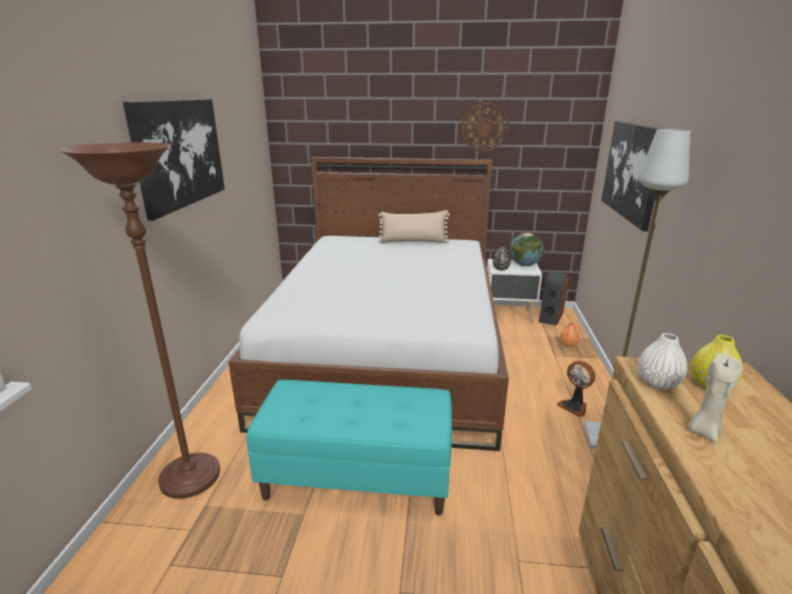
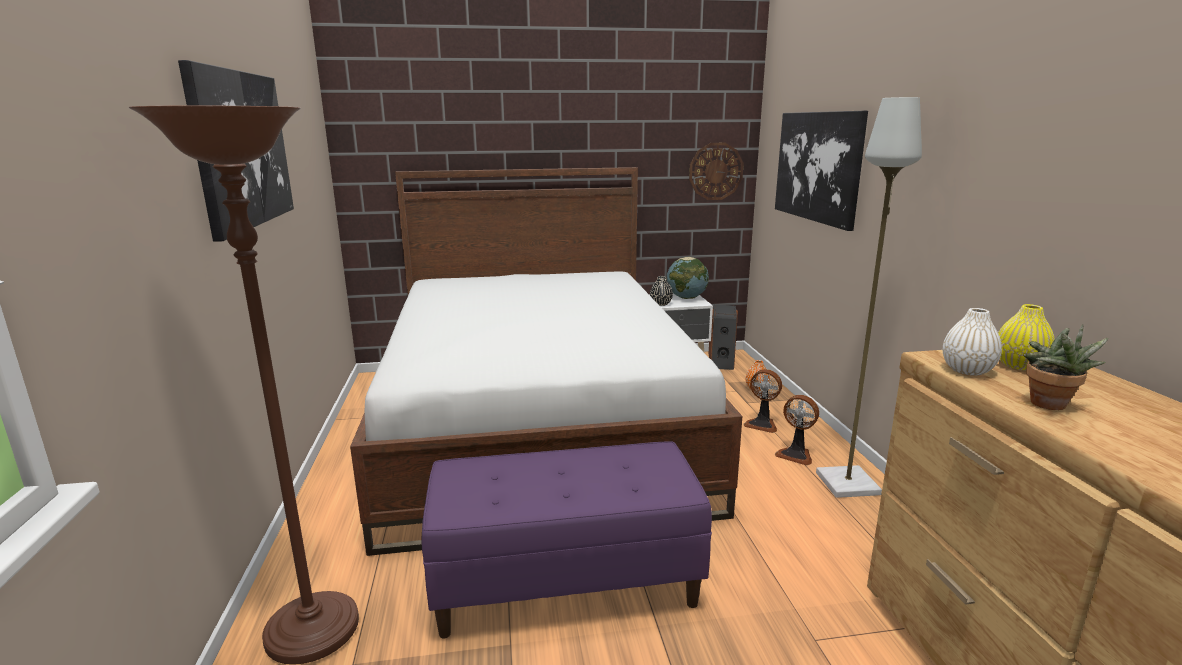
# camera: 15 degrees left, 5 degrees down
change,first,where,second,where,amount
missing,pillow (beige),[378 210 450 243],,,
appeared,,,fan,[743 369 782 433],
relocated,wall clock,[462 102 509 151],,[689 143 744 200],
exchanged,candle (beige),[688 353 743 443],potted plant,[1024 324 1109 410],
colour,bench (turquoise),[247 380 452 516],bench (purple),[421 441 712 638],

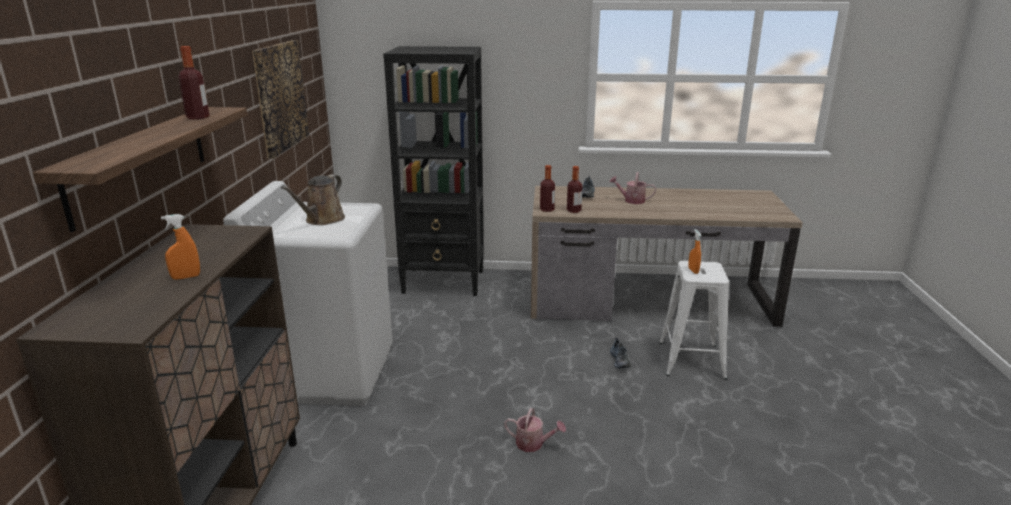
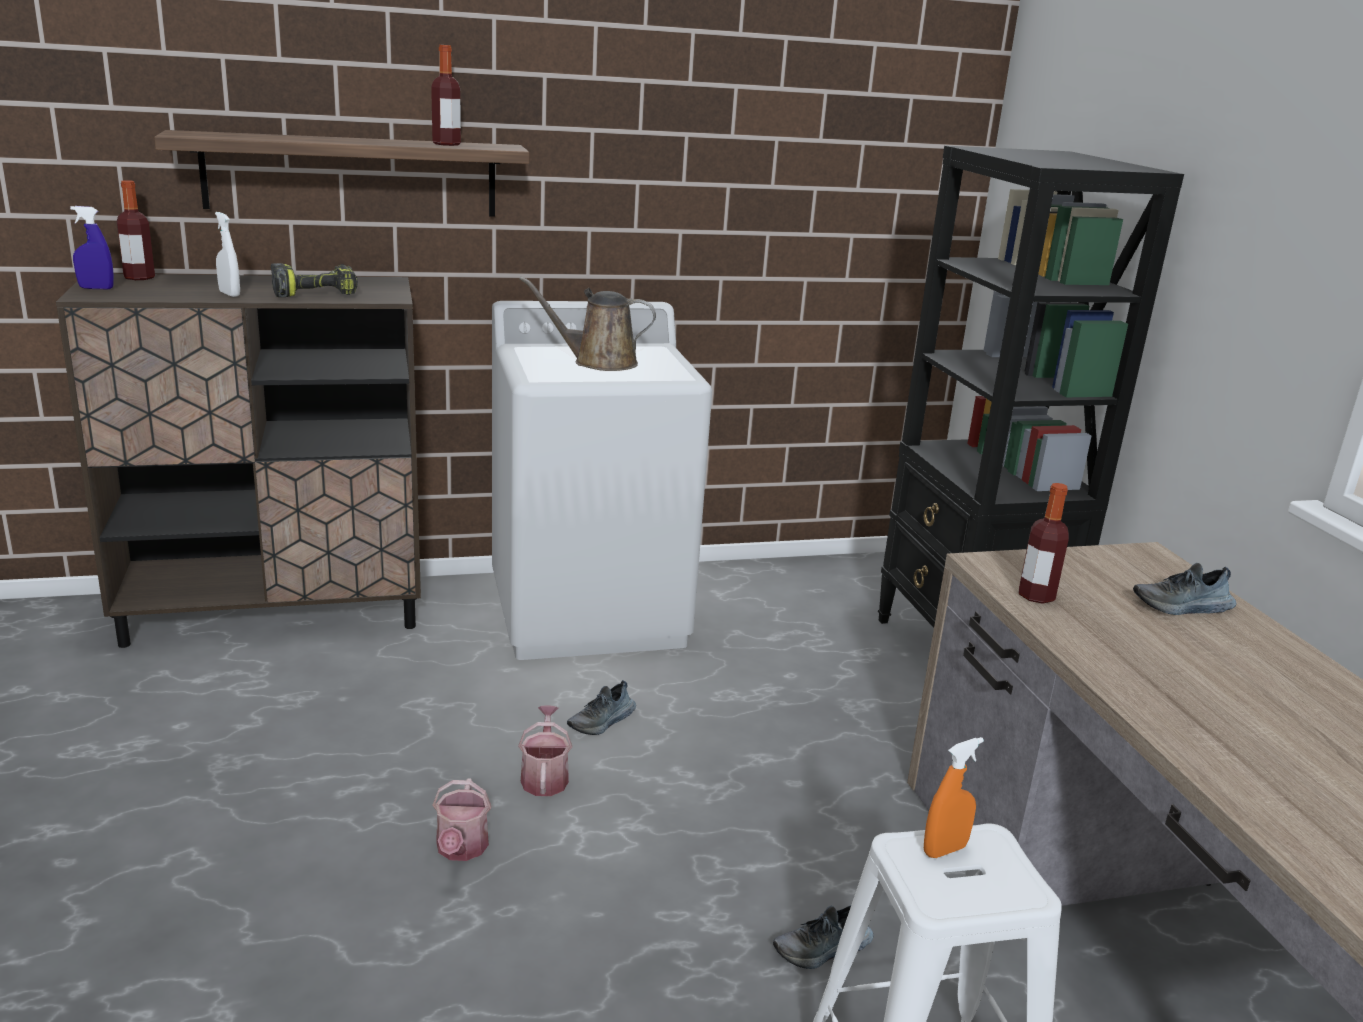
# camera: 70 degrees right, 0 degrees up
change,first,where,second,where,amount
missing,picture,[252 40 309 159],,,
appeared,,,spray bottle (blue),[70 206 114 289],
appeared,,,power drill,[271 263 358 297],
appeared,,,shoe,[567 680 636 735],
relocated,bottle,[540 165 555 212],,[117 180 155 280],
relocated,watering can,[609 172 656 204],,[518 705 572 796],
colour,spray bottle (orange),[161 214 200 280],spray bottle (white),[215 212 240 297],

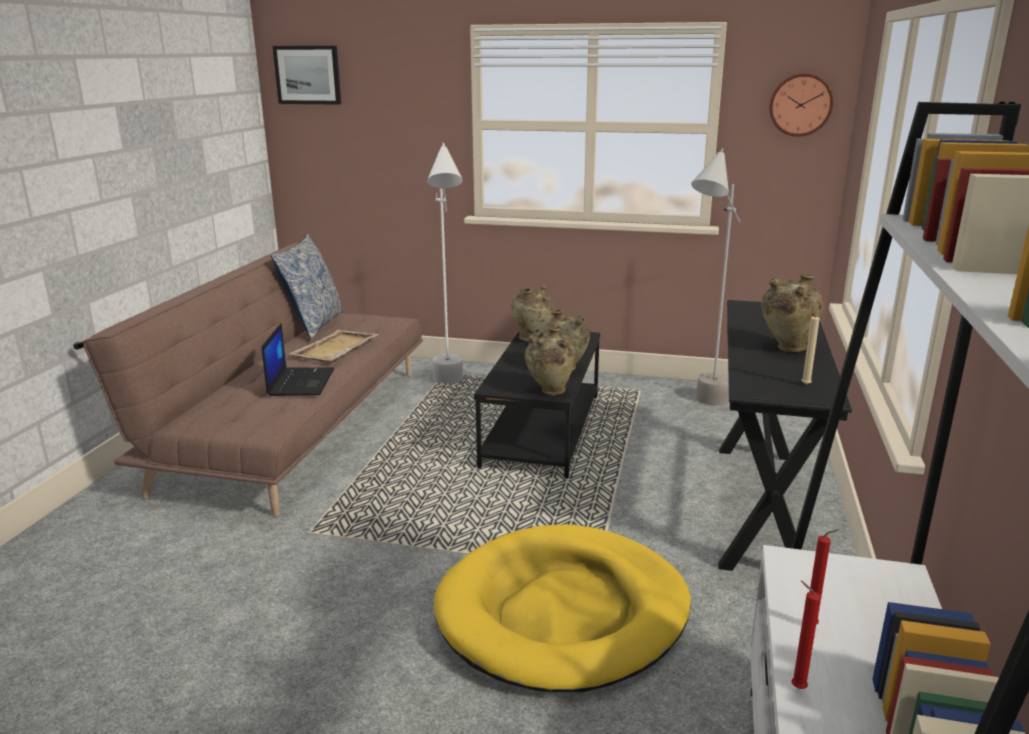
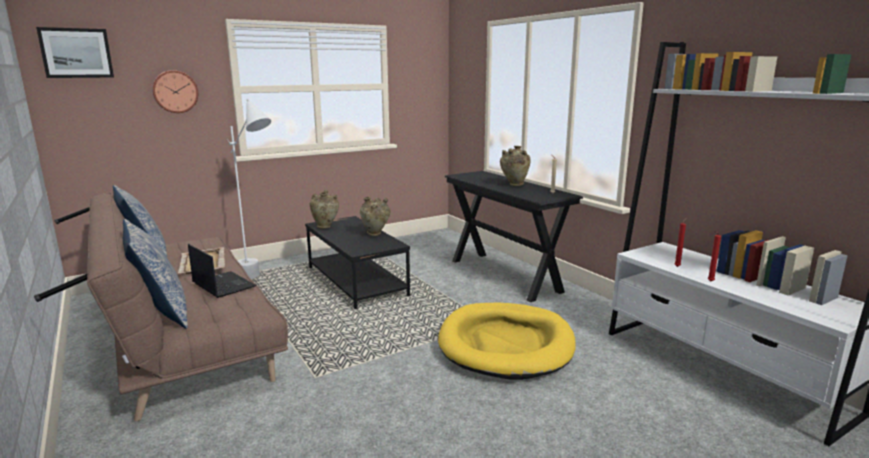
# camera: 45 degrees left, 5 degrees down
change,first,where,second,where,amount
missing,vase (beige),[524 327 575 395],,,
missing,floor lamp (grey),[691 148 740 406],,,
appeared,,,pillow,[123 219 188 329],
relocated,wall clock,[769 73 833 137],,[152 70 198 113],

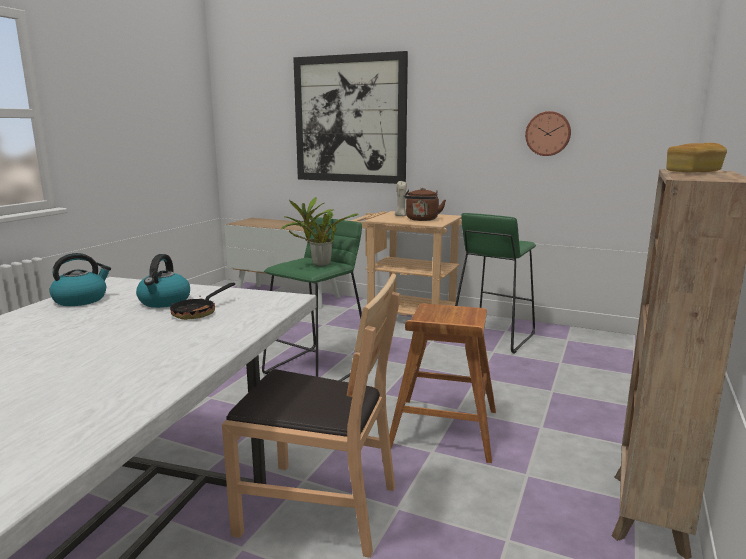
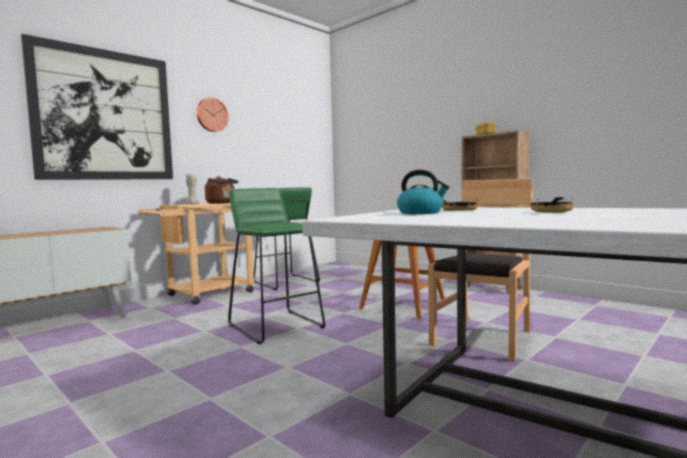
# camera: 70 degrees left, 10 degrees down
change,first,where,second,where,amount
missing,kettle,[49 253 111 306],,,
missing,potted plant,[281 197 359 266],,,
appeared,,,frying pan,[530 197 573 213],
relocated,wall clock,[525 111 571 156],,[197 98 229 132],

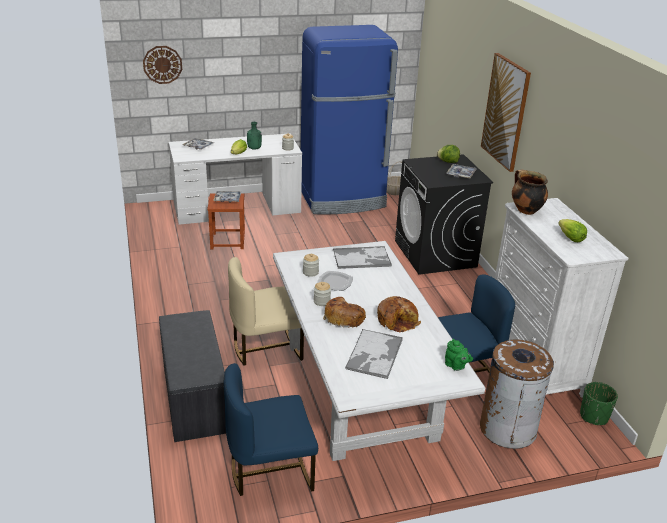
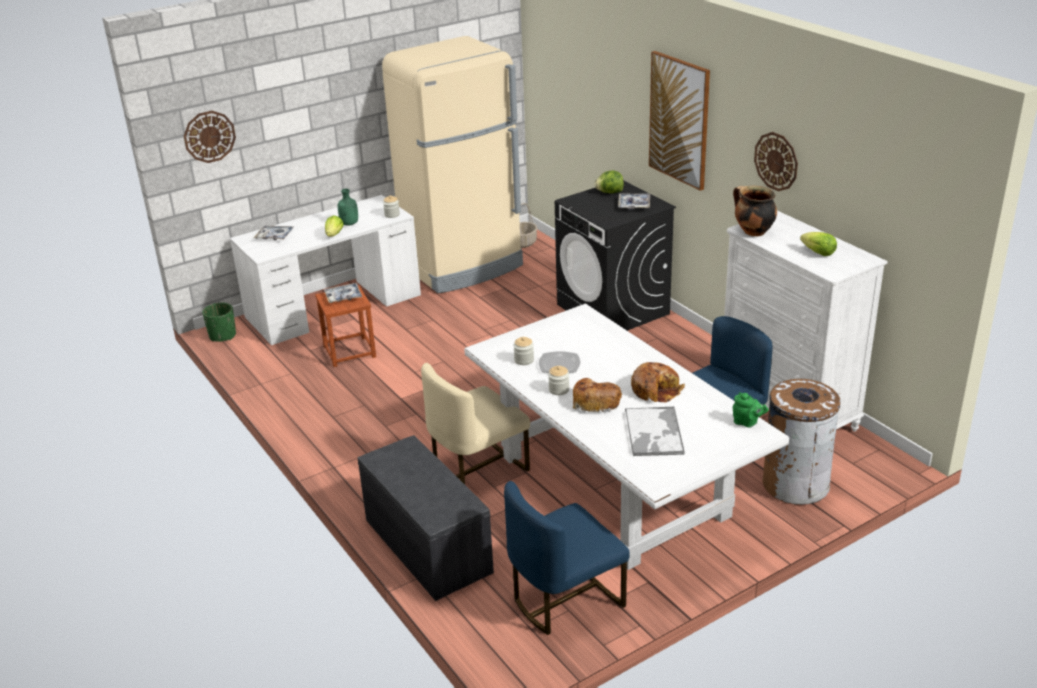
# camera: 15 degrees left, 0 degrees up
change,first,where,second,where,amount
missing,tray,[333 246 392 269],,,
appeared,,,wall clock,[754 132 798 191],
relocated,planter (green),[580 382 618 425],,[202 303 236 342],
colour,fridge (blue),[301 25 398 215],fridge (beige),[382 36 523 293],

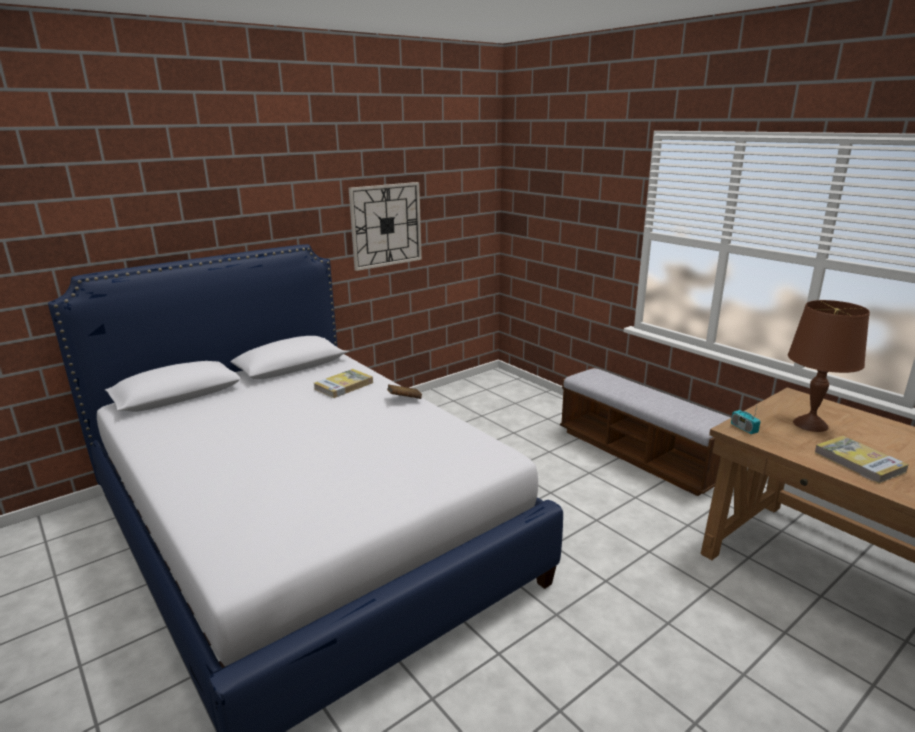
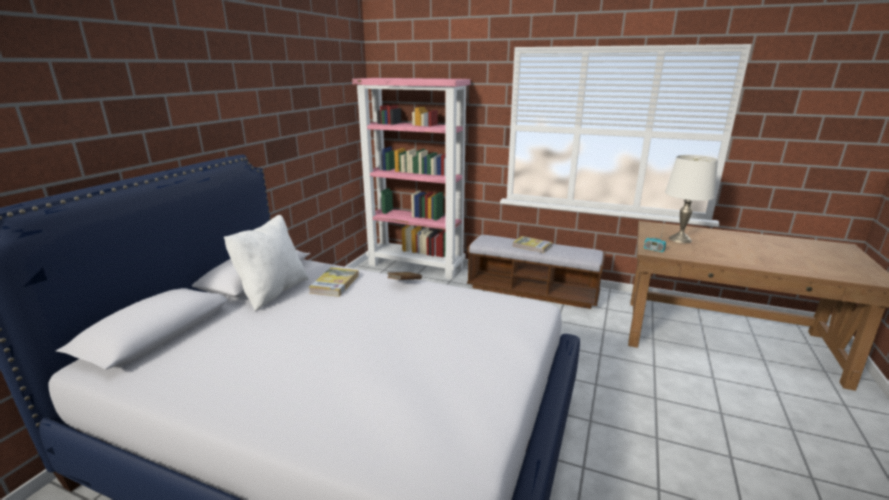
# camera: 30 degrees left, 0 degrees up
change,first,where,second,where,amount
missing,wall clock,[349 182 422 271],,,
appeared,,,pillow (white),[224 215 309 312],
appeared,,,bookcase (pink),[352 78 471 279],
relocated,book,[814 436 909 484],,[513 236 552 253],
colour,table lamp (brown),[788 300 870 432],table lamp (white),[665 155 718 243],

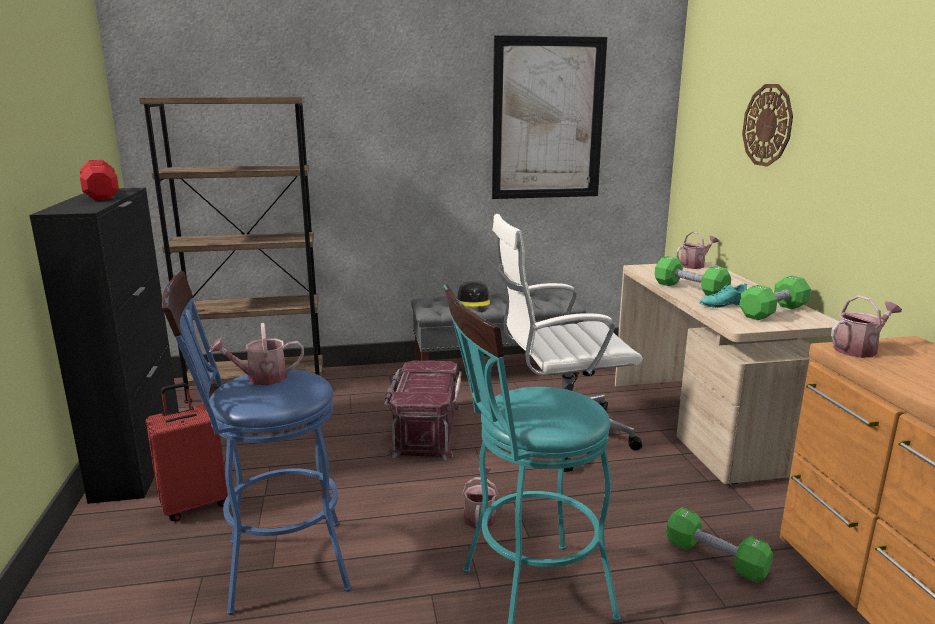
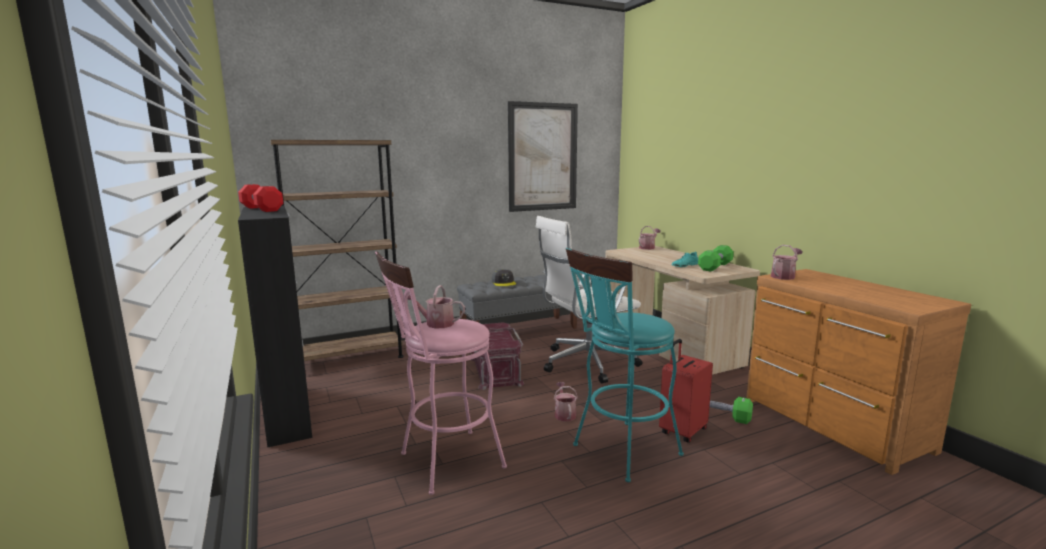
# camera: 15 degrees left, 5 degrees down
change,first,where,second,where,amount
missing,dumbbell (green),[655 256 731 296],,,
missing,wall clock,[742 84 793 167],,,
relocated,suitcase (red),[146 383 228 521],,[659 339 713 443],
colour,stool (blue),[162 271 351 615],stool (pink),[375 252 507 495],
spun,watering can,[209 323 304 385],,[408 285 465 329],45 degrees clockwise

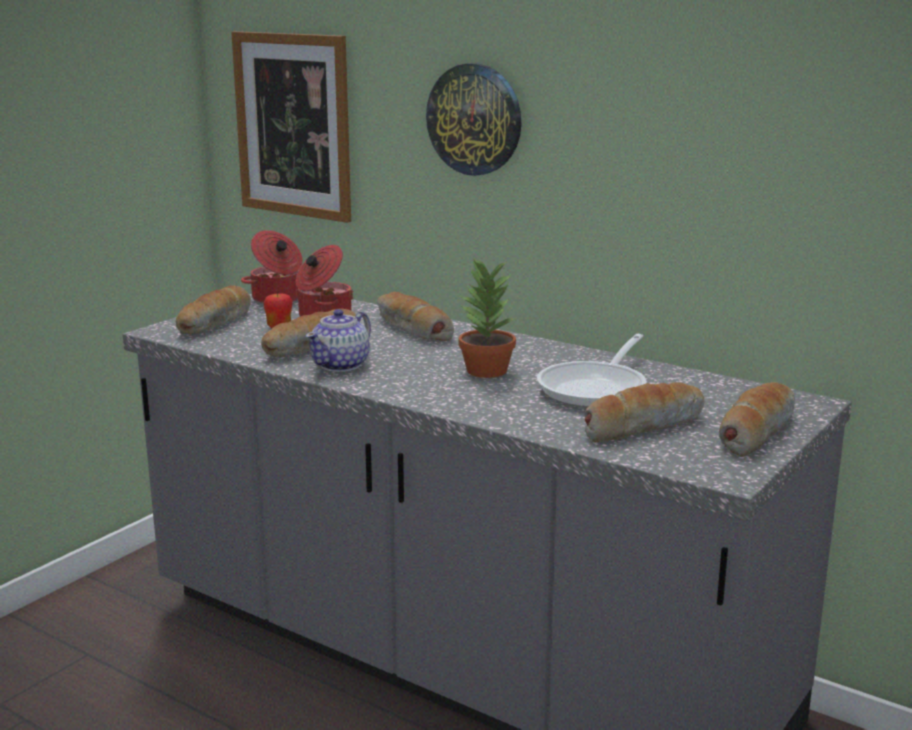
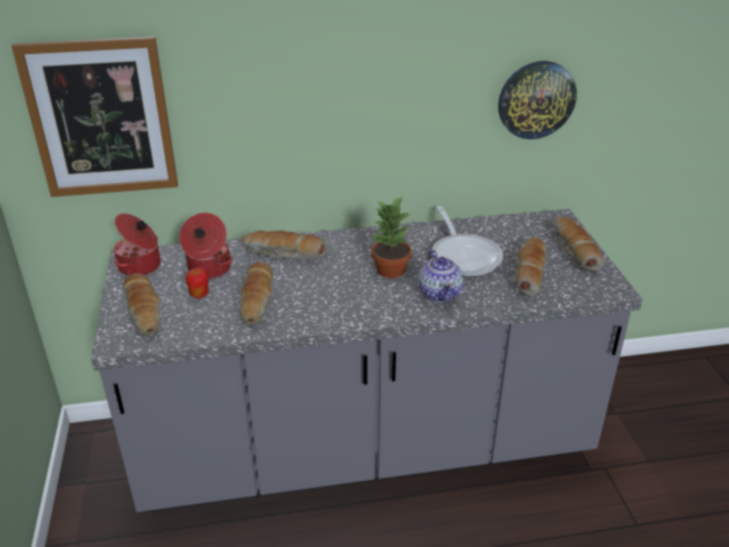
# camera: 45 degrees left, 15 degrees up
change,first,where,second,where,amount
relocated,teapot,[306 309 371 372],,[419 250 463 302],
relocated,wall clock,[426 63 522 176],,[498 61 577 139],

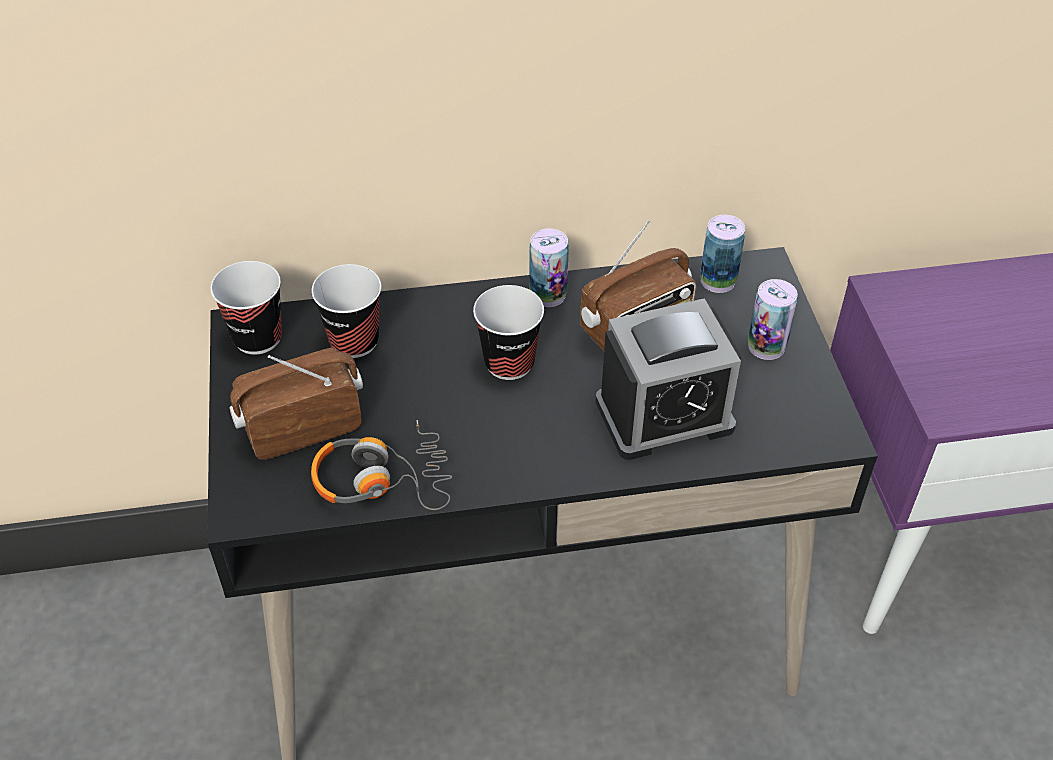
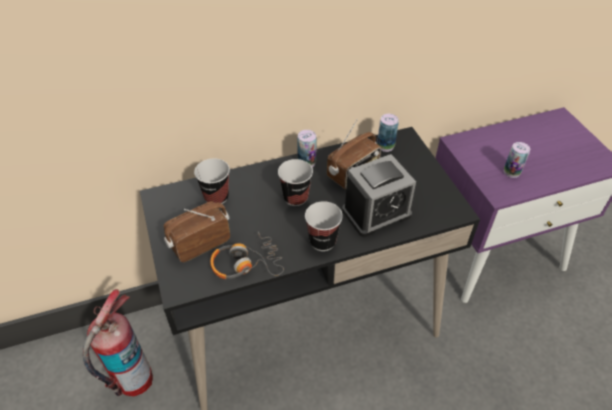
# camera: 10 degrees left, 0 degrees up
change,first,where,second,where,amount
appeared,,,fire extinguisher,[82 289 153 396],
relocated,cup,[210 261 282 354],,[305 201 343 251],
relocated,can,[748 279 798 360],,[504 142 530 178],

